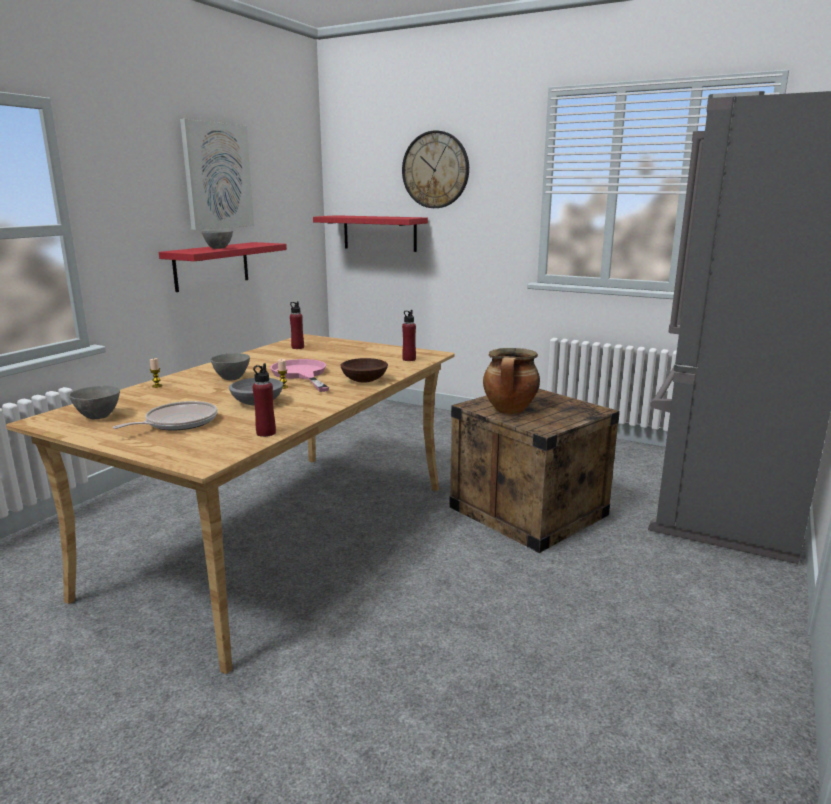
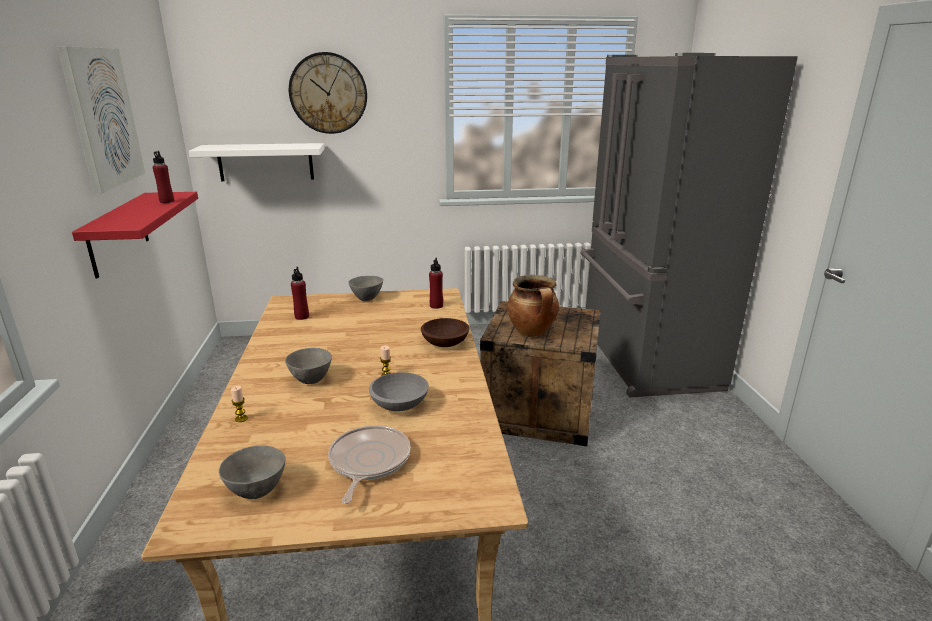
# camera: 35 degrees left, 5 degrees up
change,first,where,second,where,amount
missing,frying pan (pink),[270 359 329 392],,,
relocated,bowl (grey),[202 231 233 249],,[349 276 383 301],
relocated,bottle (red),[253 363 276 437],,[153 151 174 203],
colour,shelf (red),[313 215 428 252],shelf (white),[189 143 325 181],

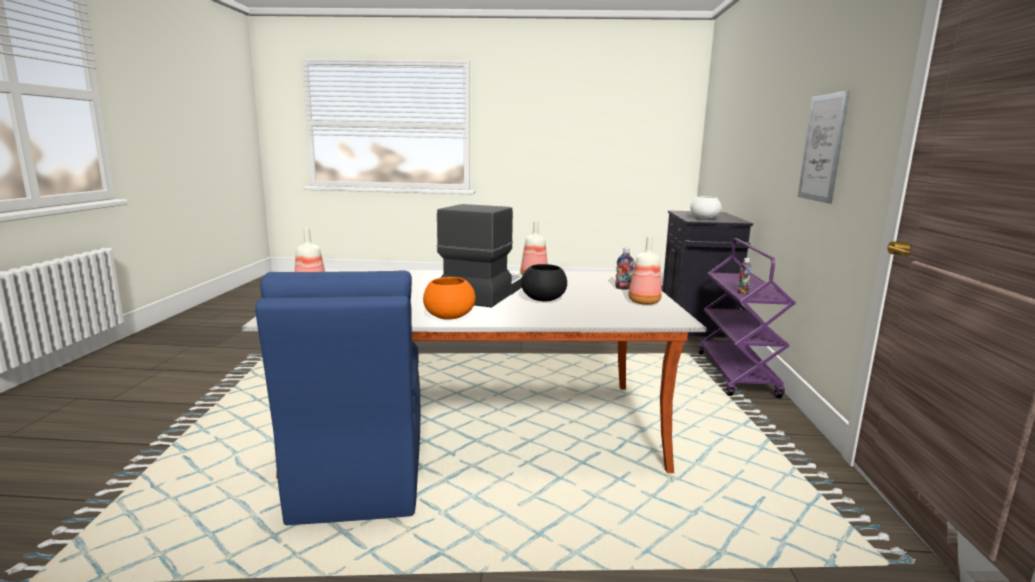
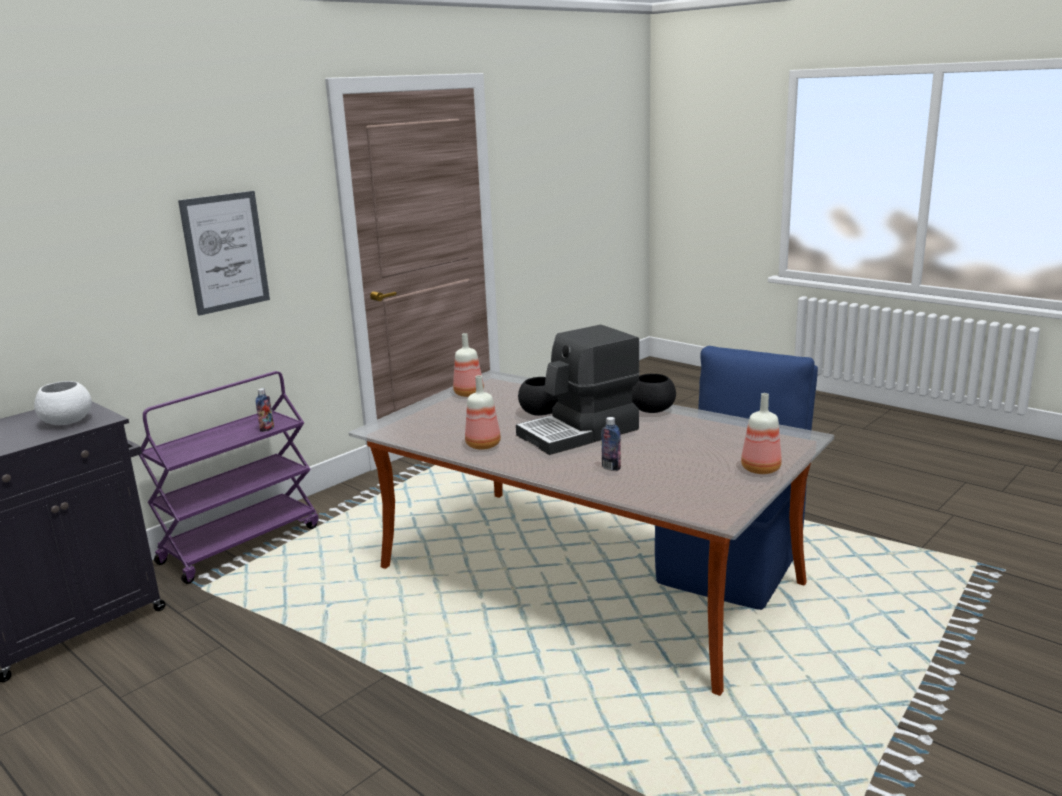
# camera: 140 degrees left, 5 degrees up
change,first,where,second,where,amount
relocated,bottle,[615 248 634 289],,[601 417 621 471],
colour,bowl (orange),[423 277 475 320],bowl (black),[632 374 676 413],

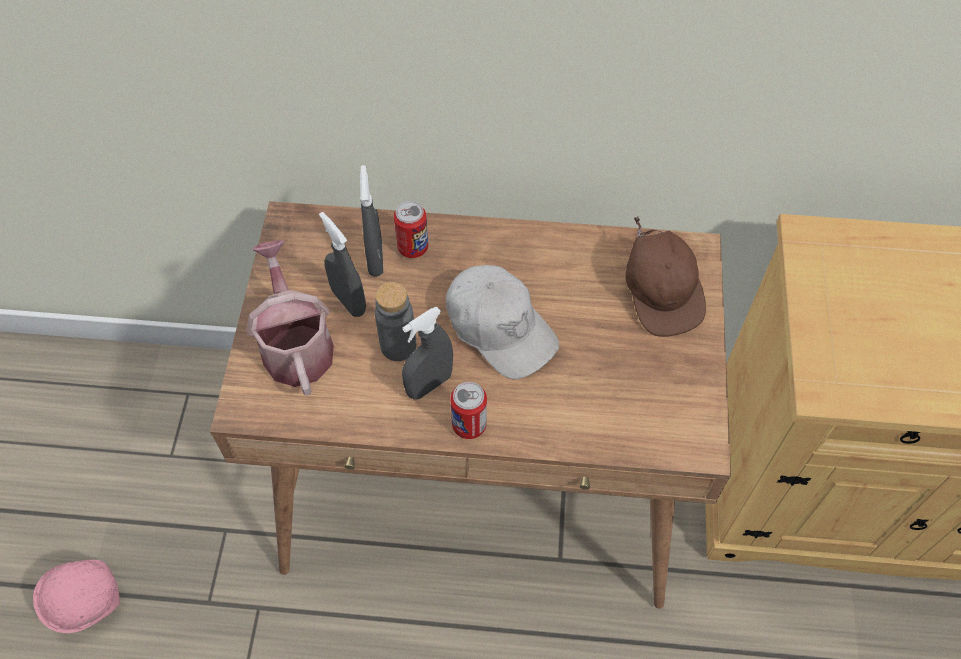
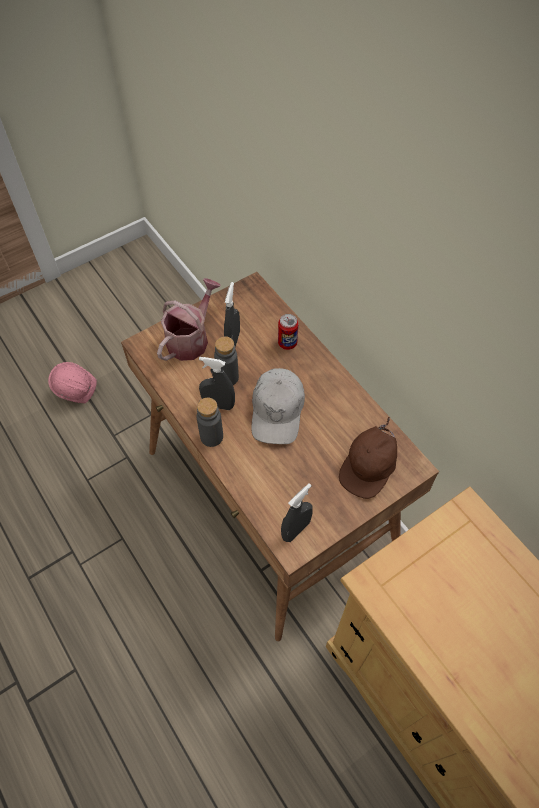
# camera: 50 degrees right, 0 degrees up
change,first,where,second,where,amount
relocated,spray bottle (grey),[360 165 383 277],,[281 483 313 542],
exchanged,can,[450 382 487 439],bottle (grey),[197 398 223 447],

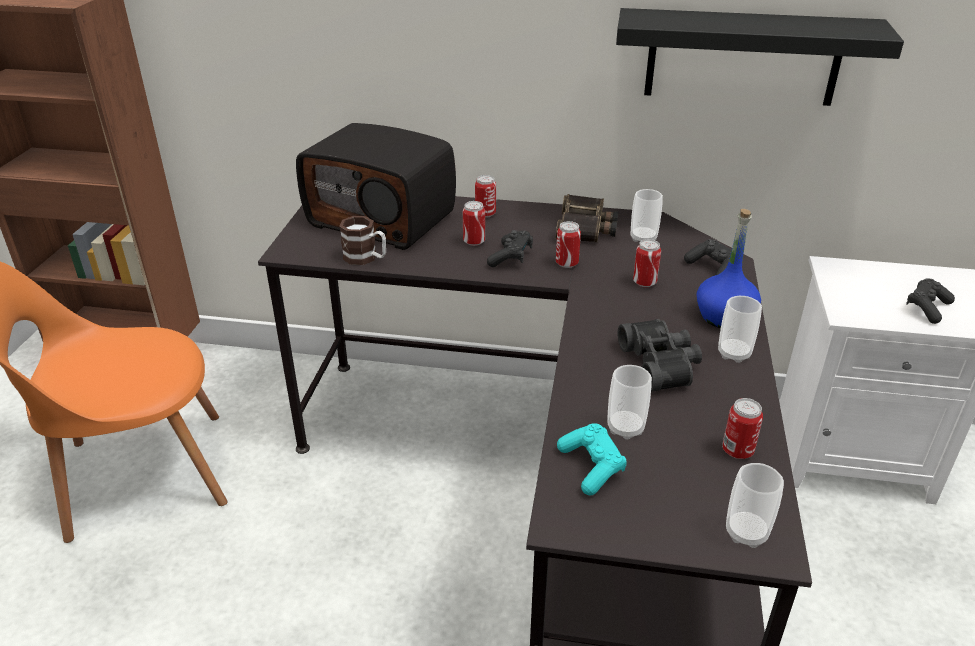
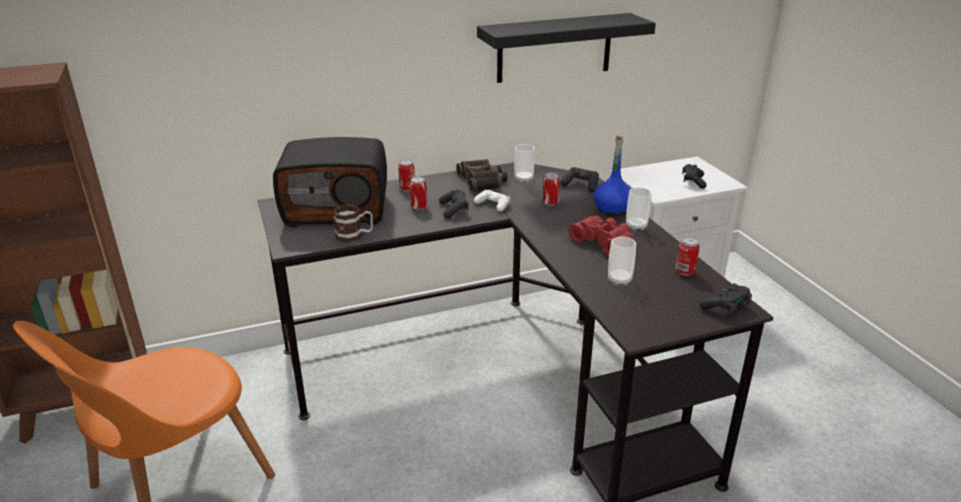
# camera: 30 degrees left, 5 degrees down
change,first,where,second,where,amount
missing,game controller (turquoise),[557 423 627 495],,,
exchanged,can,[556 221 581 268],game controller (white),[474 190 510 212],
exchanged,cup,[726 463 784 548],game controller (black),[700 283 752 314],
colour,binoculars (black),[618 319 702 392],binoculars (red),[569 215 634 257],

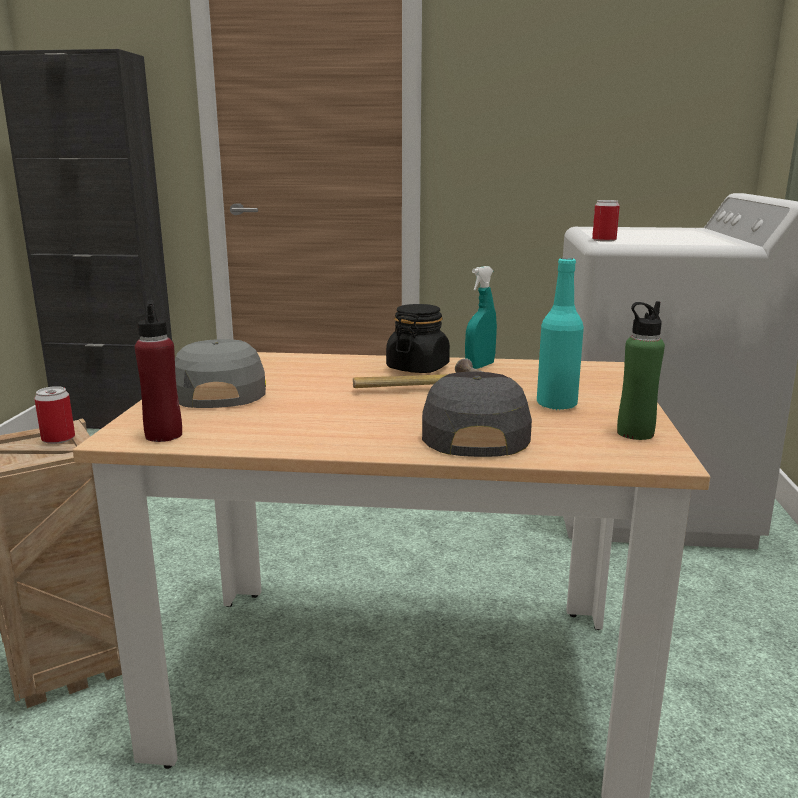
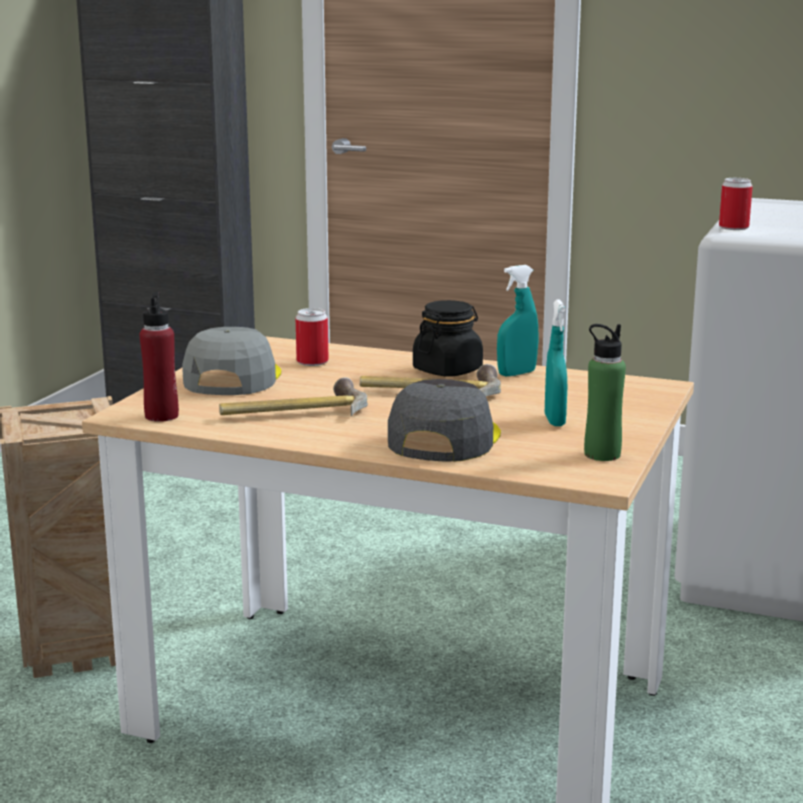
# camera: 15 degrees right, 0 degrees up
change,first,where,second,where,amount
appeared,,,hammer,[219 377 368 416],
relocated,can,[34 386 75 444],,[295 308 329 366],
exchanged,bottle (turquoise),[537 258 584 410],spray bottle (turquoise),[545 299 567 426],

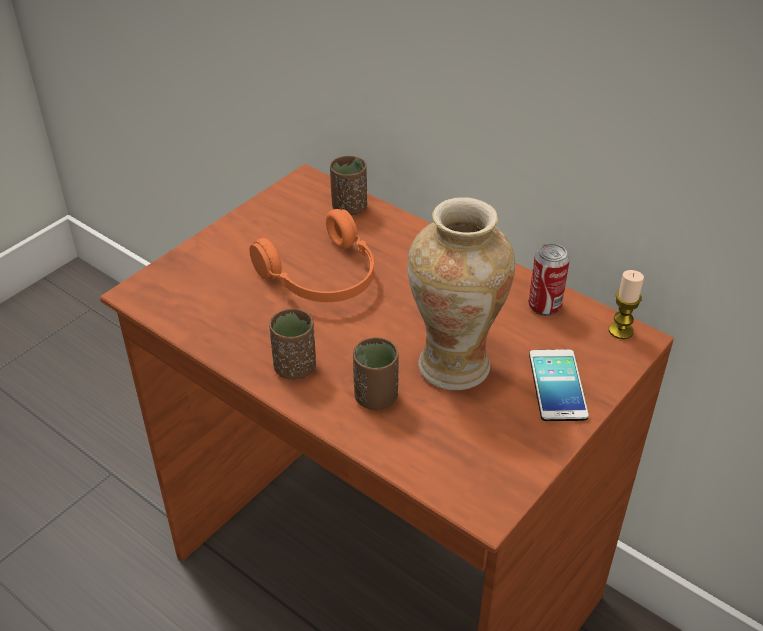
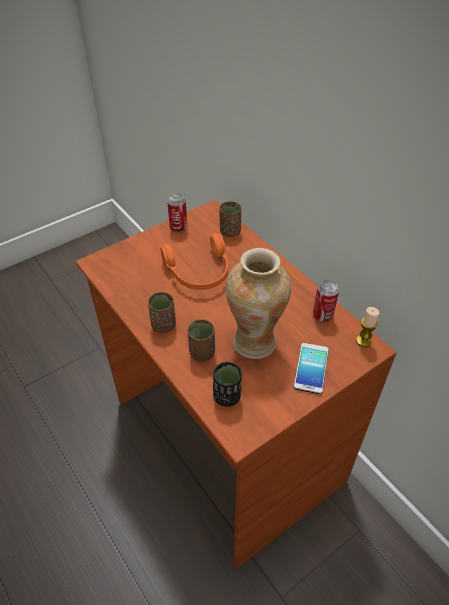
# camera: 15 degrees right, 5 degrees up
change,first,where,second,where,amount
appeared,,,can,[167 194 187 233],
appeared,,,cup (black),[213 362 242 407],

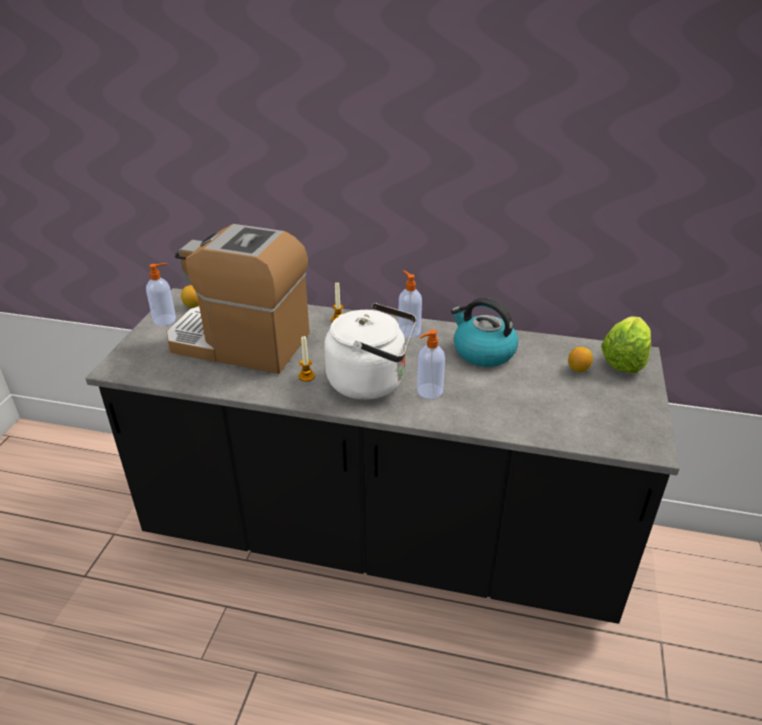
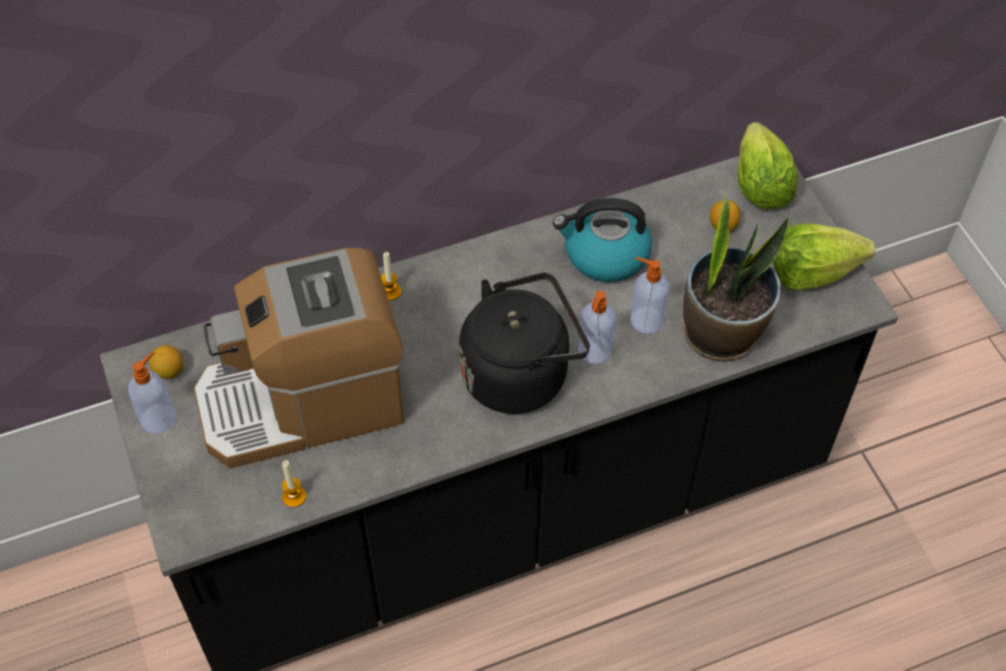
# camera: 35 degrees left, 20 degrees up
change,first,where,second,where,amount
appeared,,,potted plant,[683 193 789 362],
appeared,,,lettuce,[773 224 875 290],
relocated,candle,[298 336 315 382],,[282 460 306 508],
relocated,soap dispenser,[398 270 422 338],,[630 257 669 333],
colour,kettle (white),[324 303 416 400],kettle (black),[459 273 590 414],

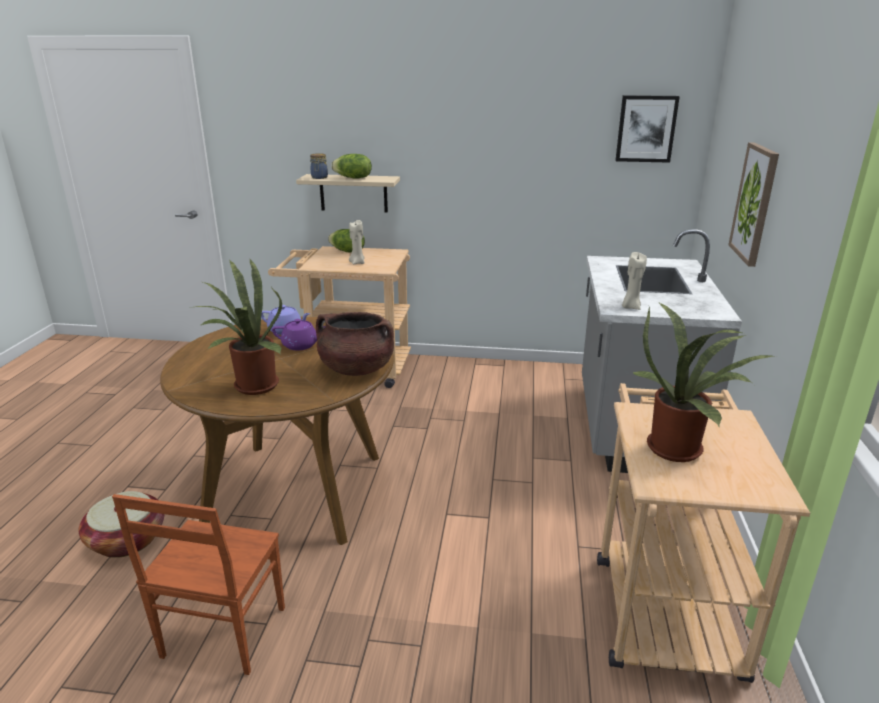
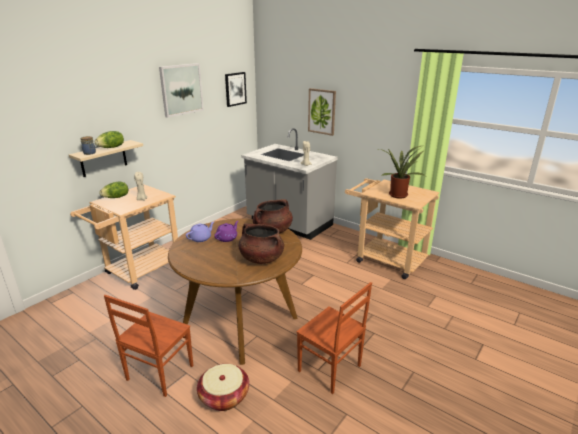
# camera: 60 degrees left, 0 degrees up
change,first,where,second,where,amount
appeared,,,chair (brown),[104 295 193 397],
appeared,,,picture,[159 63 204 118],
exchanged,potted plant,[195 258 282 395],cooking pot (brown),[238 223 284 264],

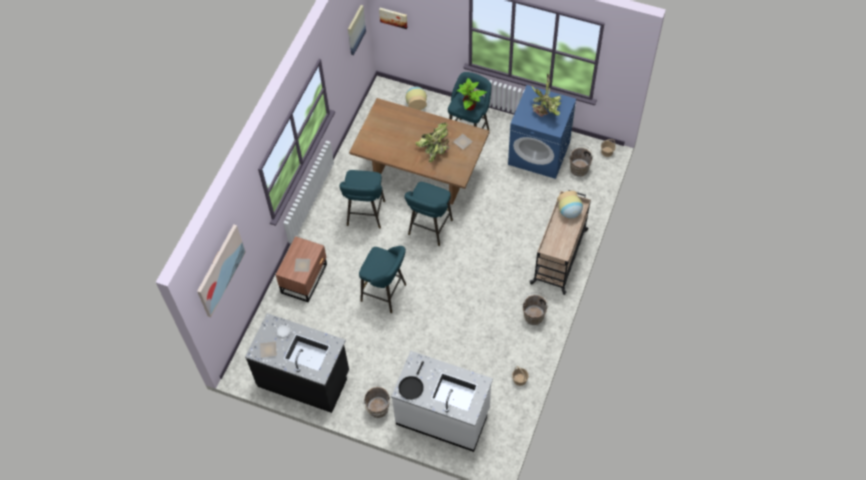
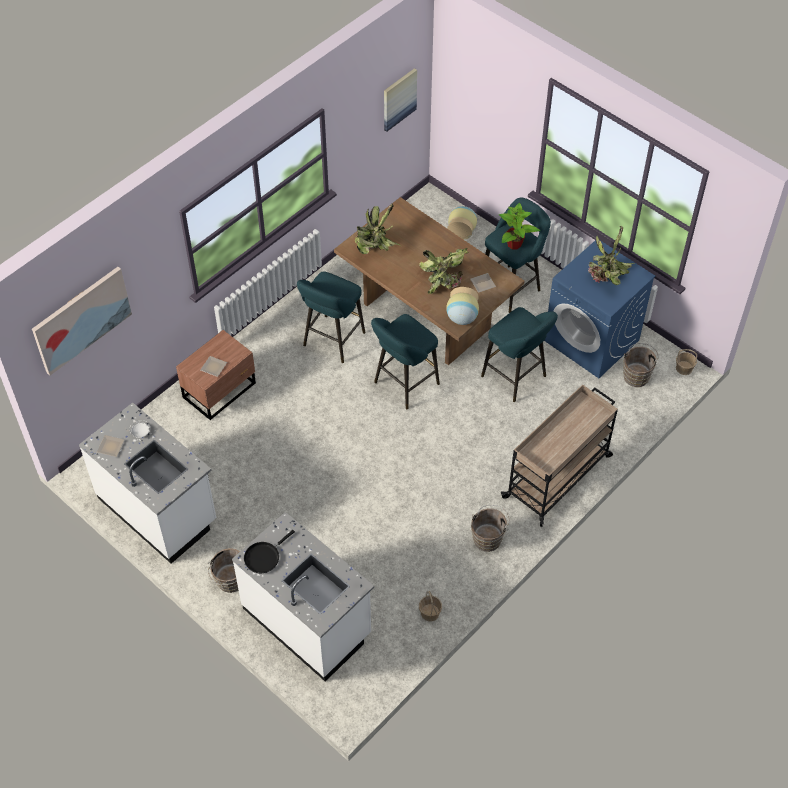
# camera: 20 degrees right, 5 degrees down
change,first,where,second,where,amount
missing,picture,[379 8 407 29],,,
appeared,,,potted plant,[355 203 401 254],
relocated,stool (turquoise),[359 246 406 313],,[481 307 558 402],
relocated,vase,[557 191 583 218],,[446 287 479 325],
colour,counter (black),[245 313 349 413],counter (white),[79 403 216 563],

